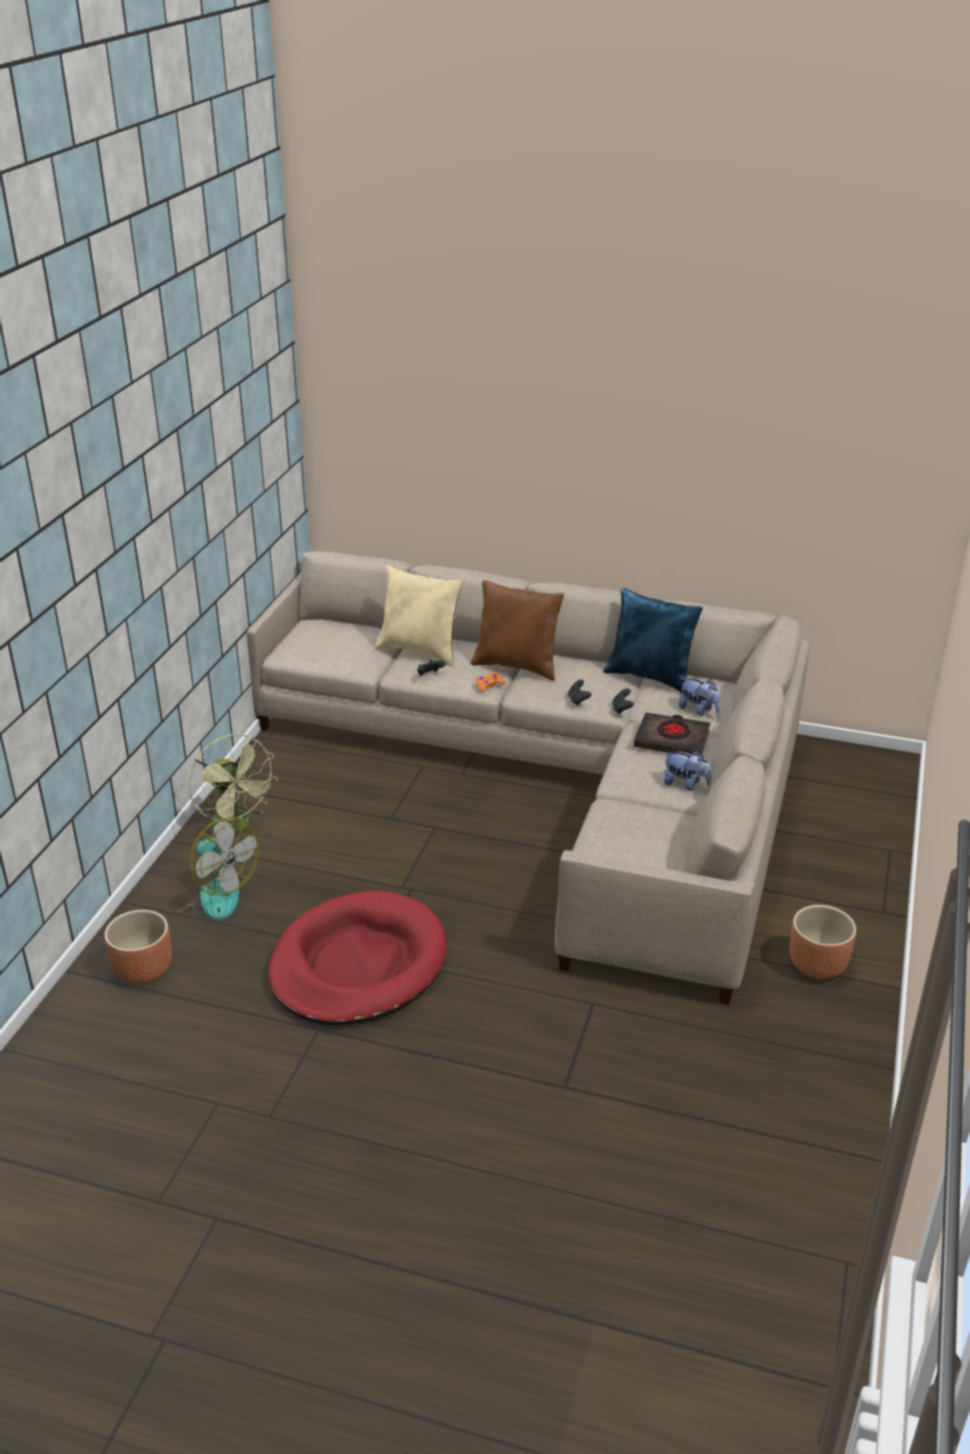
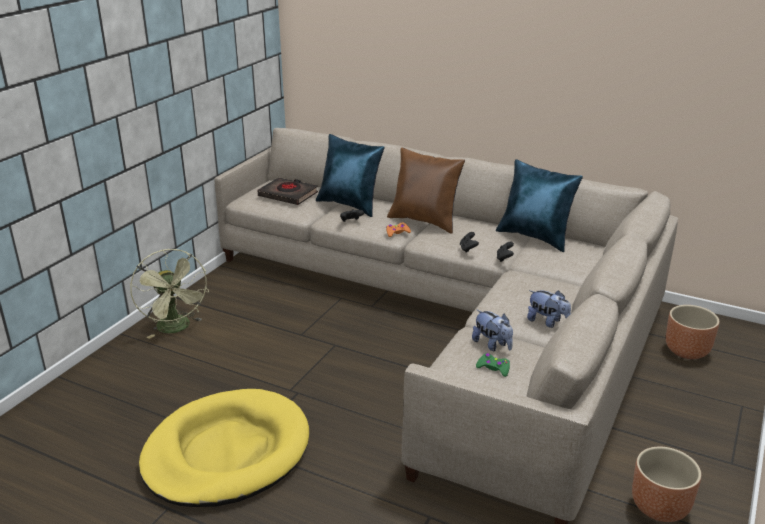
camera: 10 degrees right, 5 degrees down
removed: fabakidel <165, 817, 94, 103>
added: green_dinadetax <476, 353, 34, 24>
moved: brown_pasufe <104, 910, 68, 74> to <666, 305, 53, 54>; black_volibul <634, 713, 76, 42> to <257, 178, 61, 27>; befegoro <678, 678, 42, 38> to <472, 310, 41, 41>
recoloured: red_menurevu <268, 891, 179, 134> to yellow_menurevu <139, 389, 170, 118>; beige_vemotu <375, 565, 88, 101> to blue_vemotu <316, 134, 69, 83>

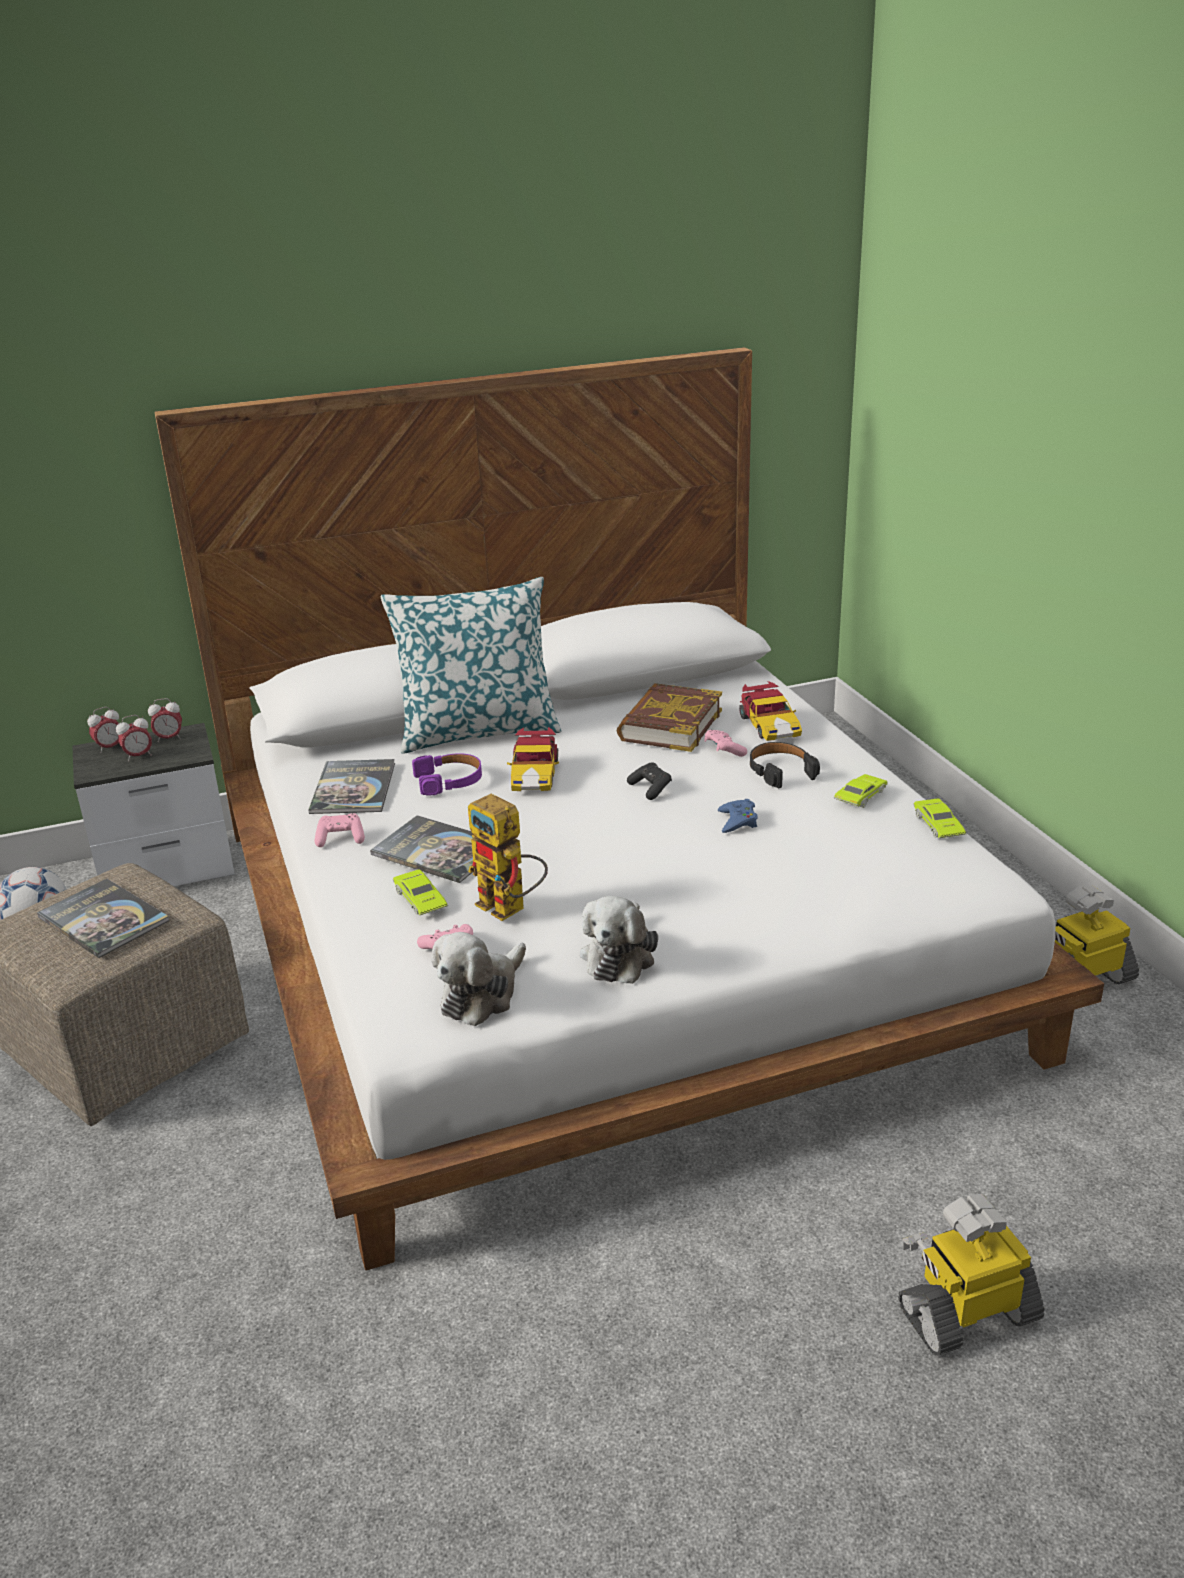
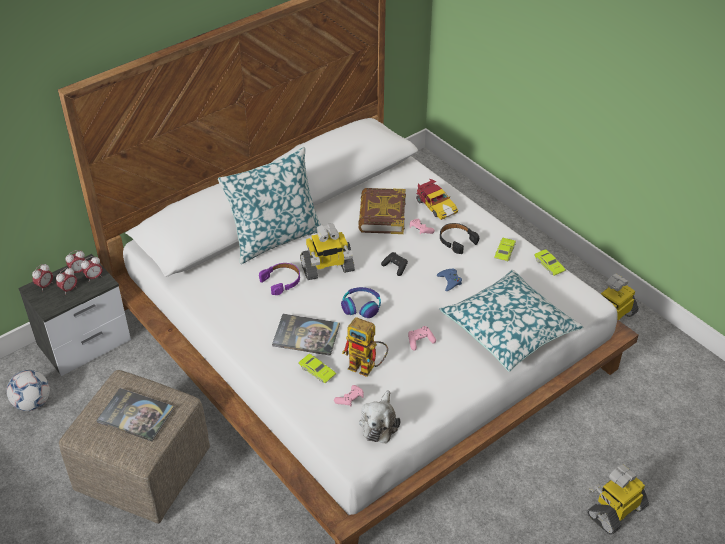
camera: 20 degrees left, 15 degrees up
removed: volibul <308, 759, 87, 55>; befegoro <580, 896, 78, 88>
added: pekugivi <81, 256, 22, 25>; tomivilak <341, 287, 40, 31>; vemotu <439, 270, 145, 102>
moved: pink_dinadetax <315, 813, 50, 34> to <408, 326, 28, 25>
replaced: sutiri <507, 727, 52, 64> to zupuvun <300, 223, 55, 57>

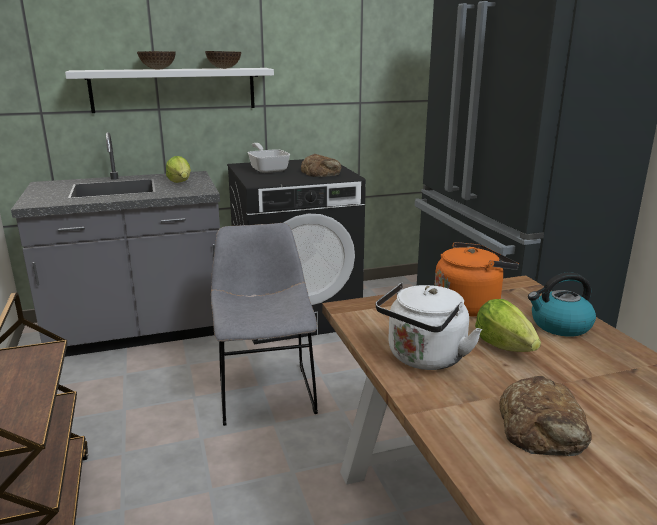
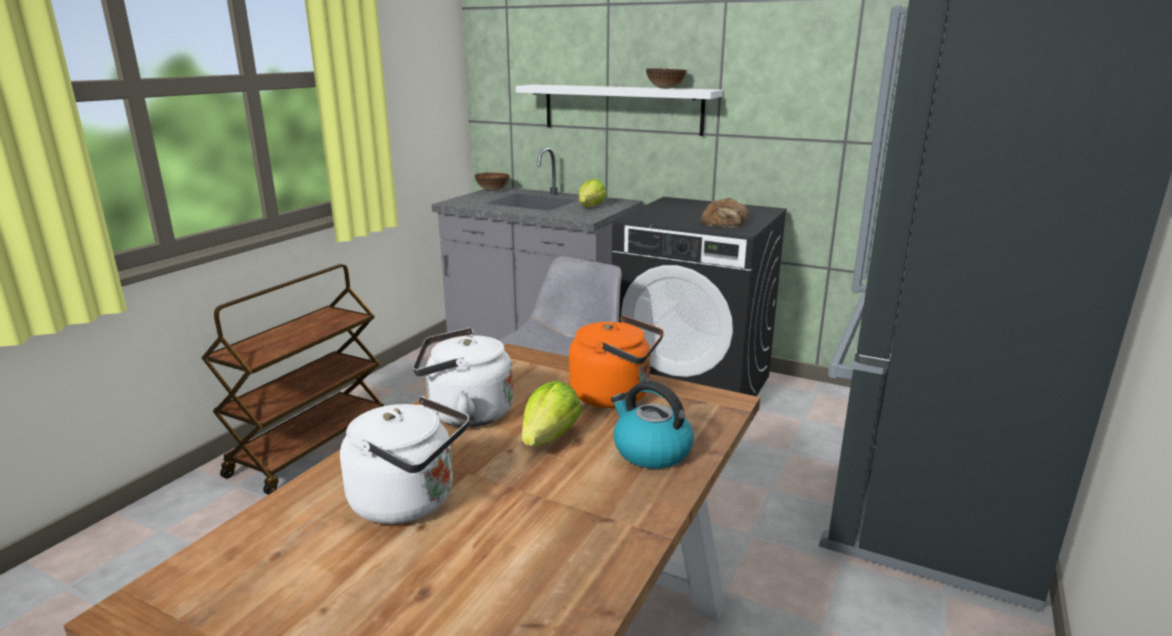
camera: 45 degrees right, 0 degrees up
removed: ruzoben <248, 143, 42, 30>
moved: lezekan <137, 51, 39, 19> to <475, 173, 34, 18>
replaced: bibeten <499, 376, 93, 80> to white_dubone <340, 396, 129, 128>

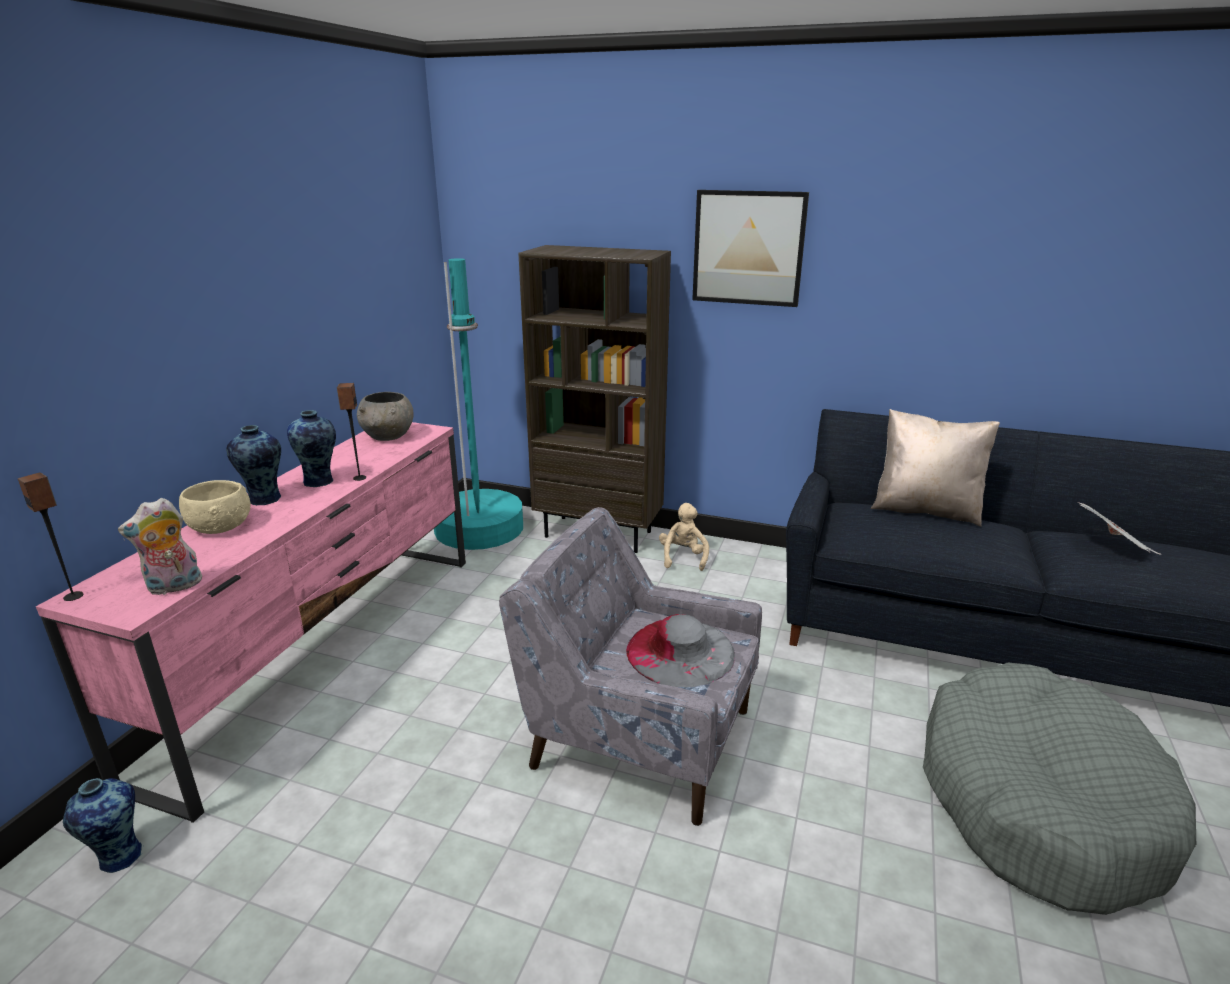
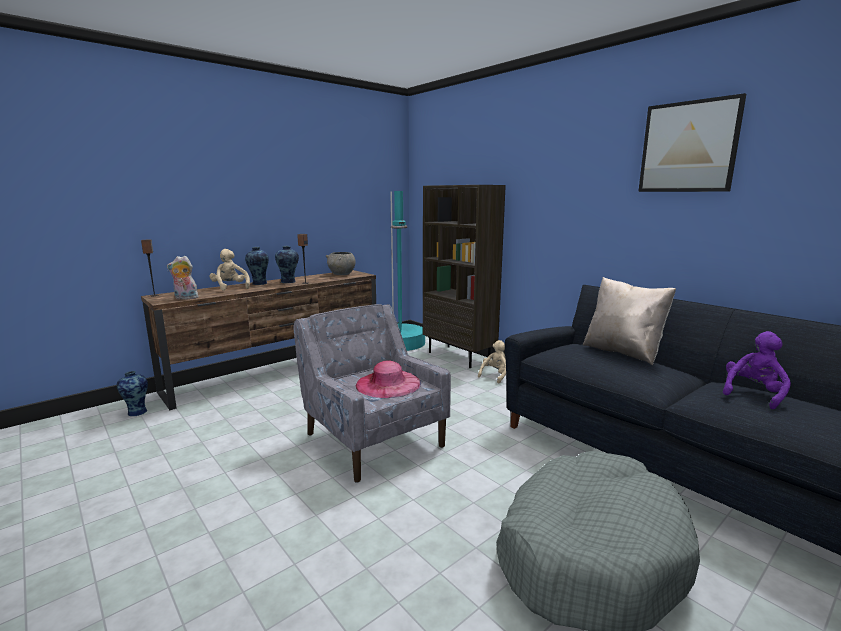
camera: 30 degrees right, 10 degrees down
moved: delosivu <692, 190, 117, 117> to <638, 93, 108, 99>
replaced: beige_lezekan <179, 480, 72, 54> to beige_befegoro <210, 249, 40, 42>; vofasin <1077, 502, 85, 53> to purple_befegoro <723, 331, 68, 78>
recoloured: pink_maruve <36, 422, 430, 401> to brown_maruve <141, 270, 235, 141>; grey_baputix <626, 614, 109, 73> to pink_baputix <356, 360, 65, 38>

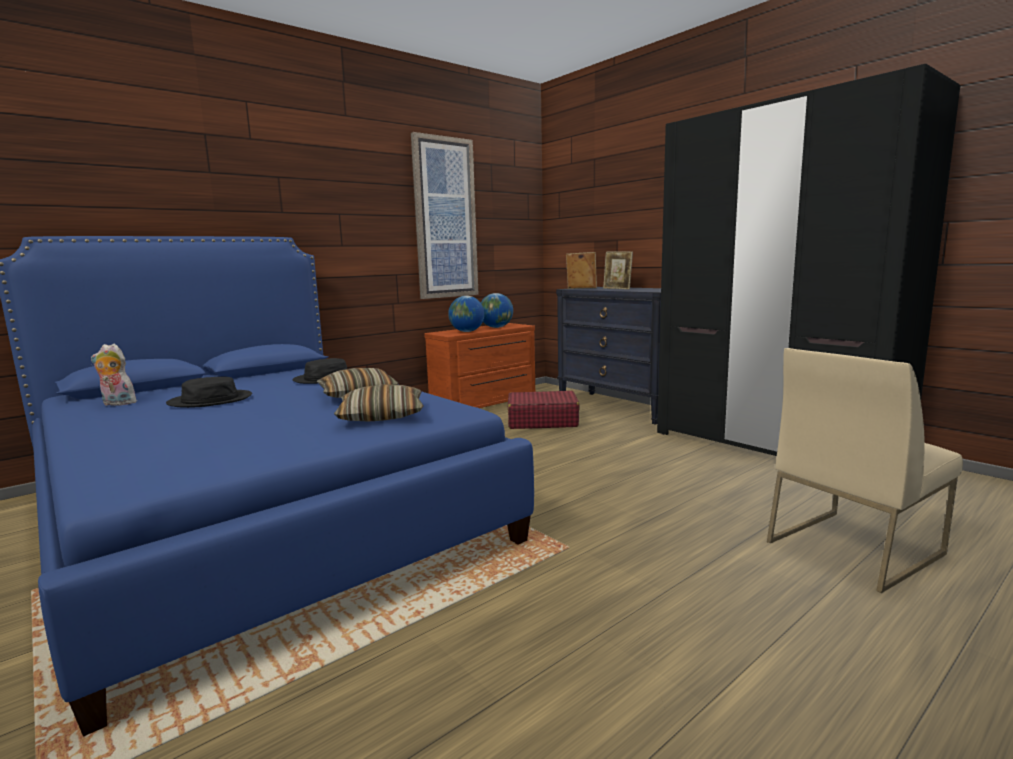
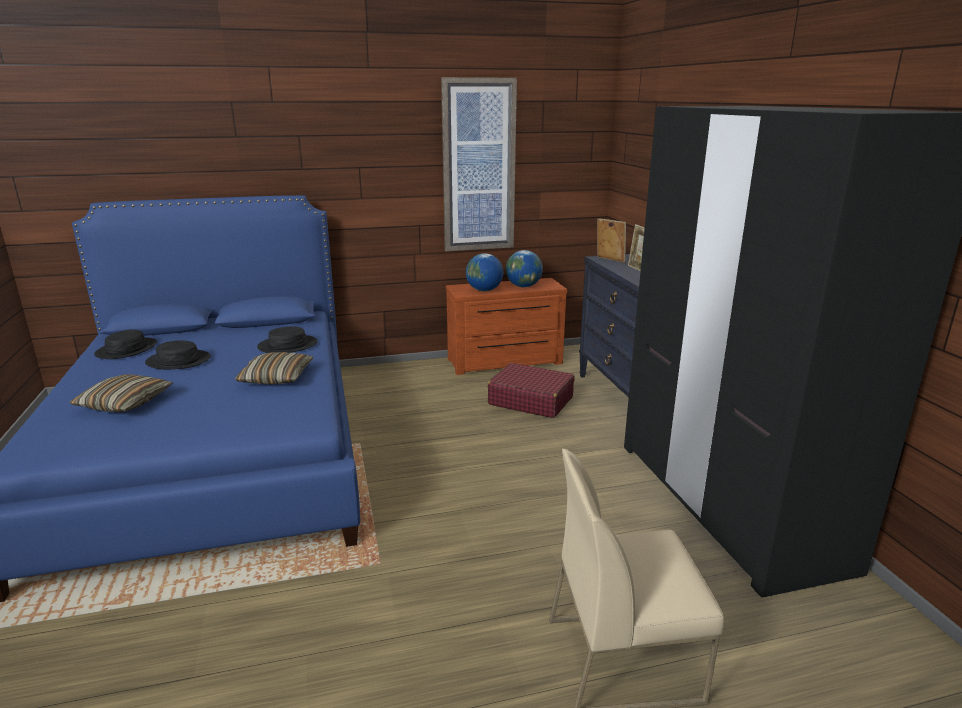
camera: 25 degrees right, 10 degrees up
moved: vemotu <334, 384, 90, 37> to <69, 374, 104, 38>
replaced: befegoro <91, 344, 46, 62> to black_baputix <94, 330, 63, 29>

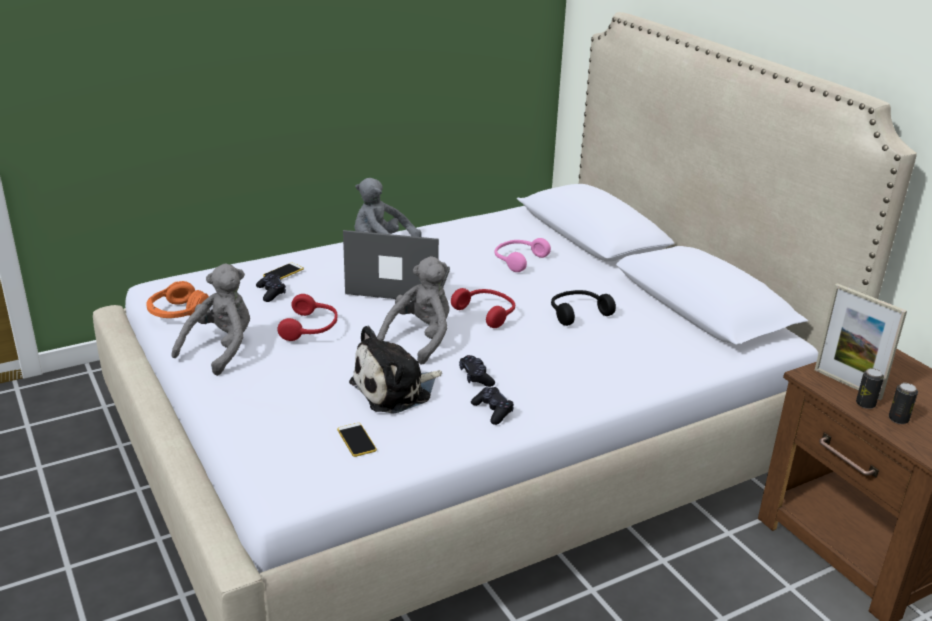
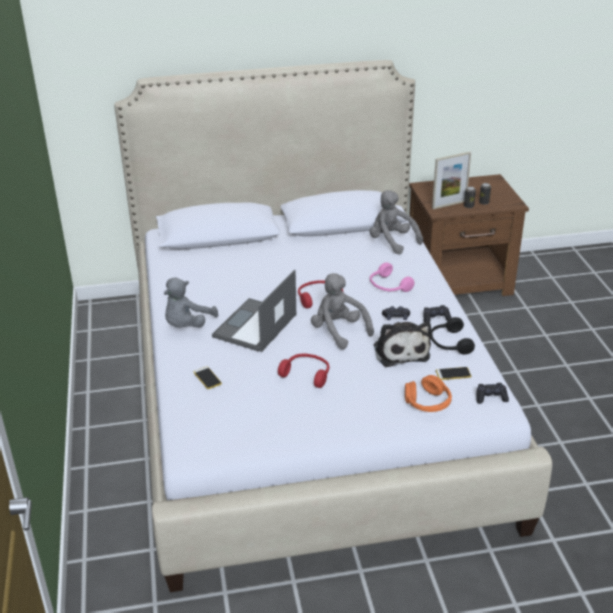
camera: 70 degrees left, 5 degrees up
moved: orange_tomivilak <146, 281, 63, 37> to <405, 375, 47, 37>; grey_befegoro <171, 263, 79, 113> to <369, 190, 54, 65>; black_dinadetax <256, 274, 30, 28> to <476, 383, 33, 21>; pink_tomivilak <495, 238, 56, 34> to <370, 262, 45, 30>; black_tomivilak <551, 290, 65, 36> to <430, 317, 45, 38>

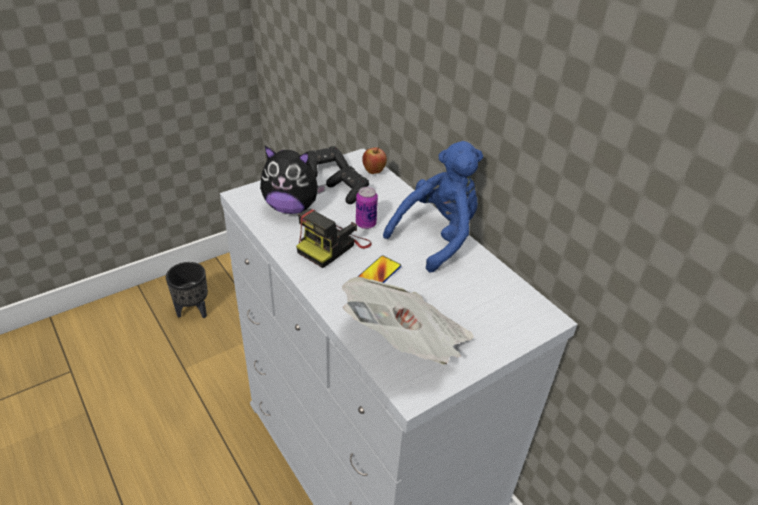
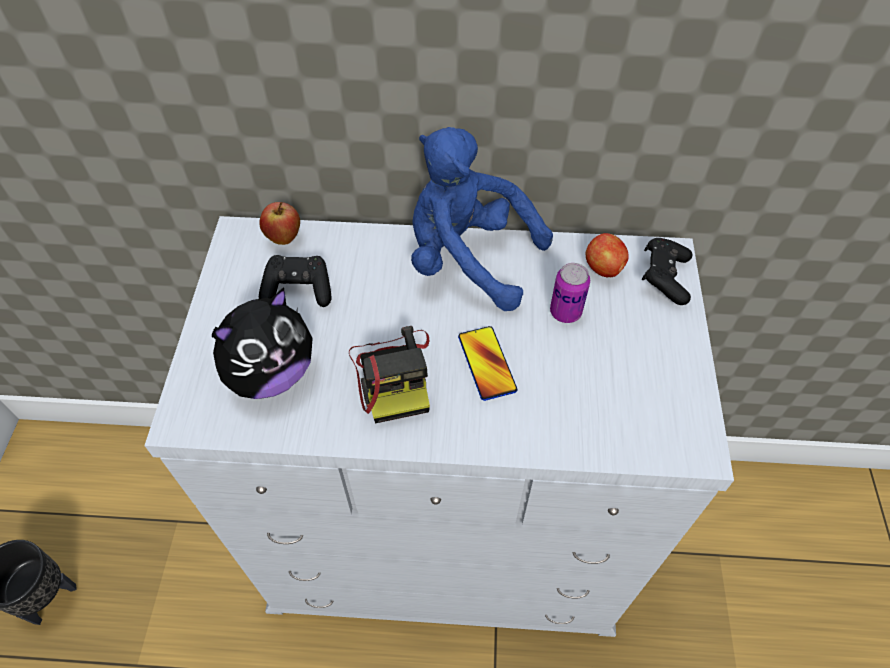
camera: 50 degrees left, 15 degrees up
removed: vofasin <342, 277, 132, 88>
added: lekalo <586, 233, 43, 44>
moved: black_dinadetax <308, 146, 41, 31> to <642, 238, 50, 67>; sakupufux <356, 187, 22, 42> to <550, 263, 40, 60>
turned: blue_befegoro <383, 141, 100, 131> = <411, 127, 142, 184> 60 degrees counterclockwise

